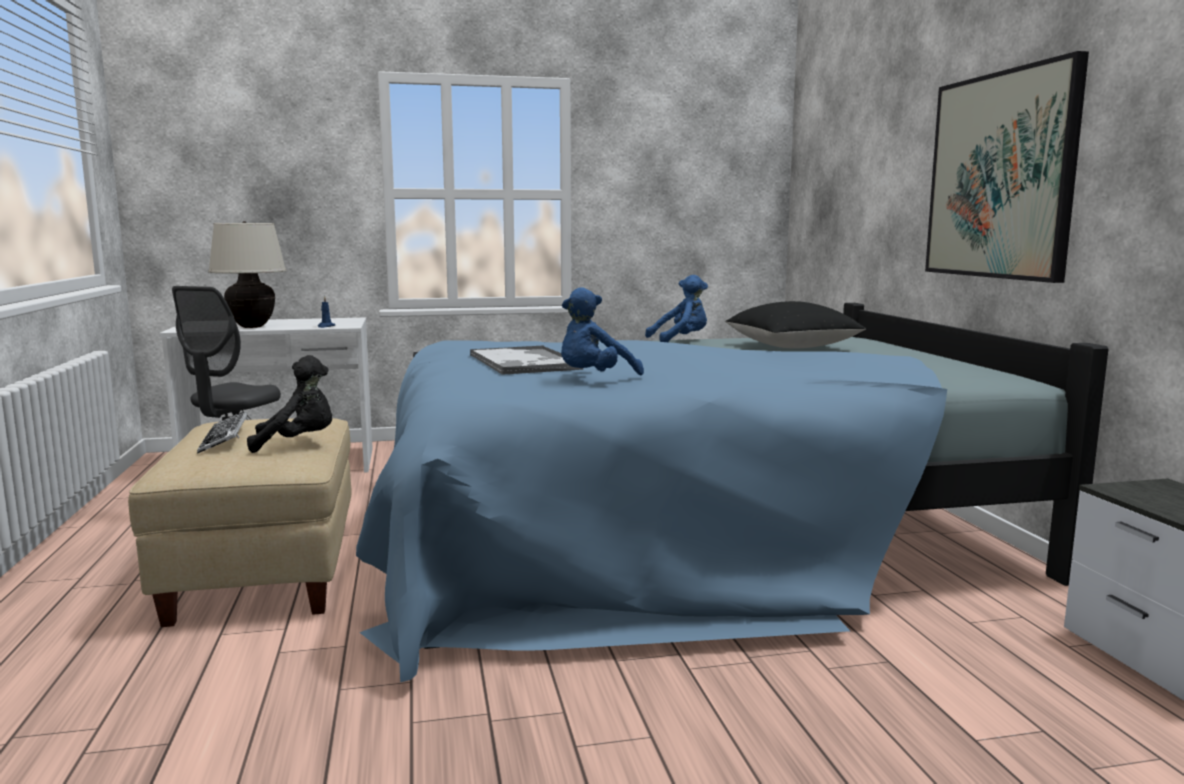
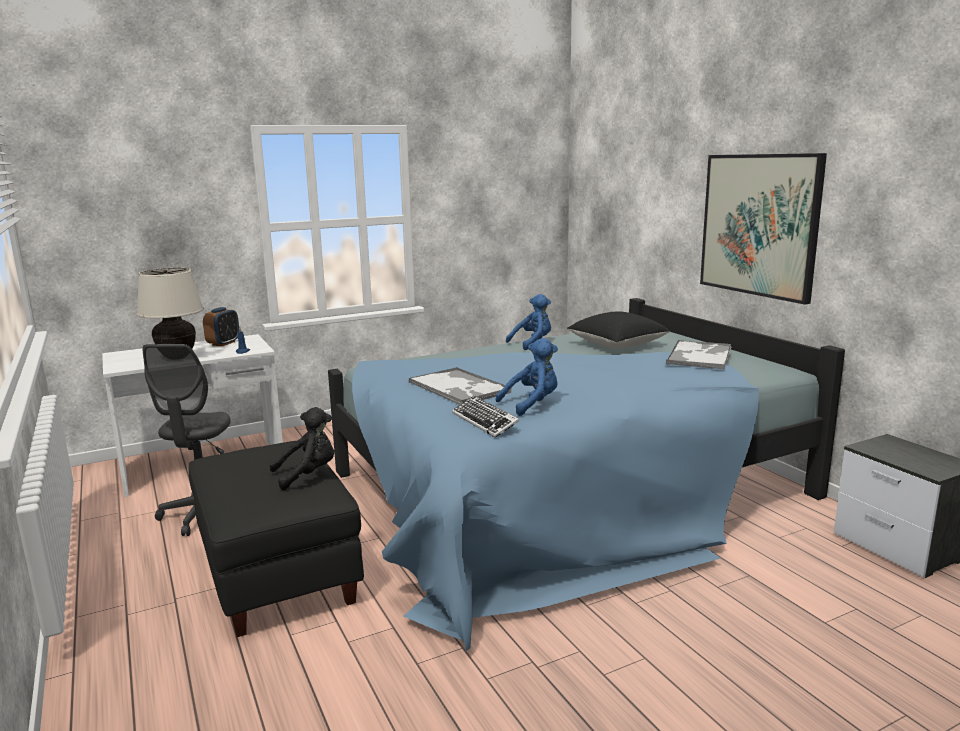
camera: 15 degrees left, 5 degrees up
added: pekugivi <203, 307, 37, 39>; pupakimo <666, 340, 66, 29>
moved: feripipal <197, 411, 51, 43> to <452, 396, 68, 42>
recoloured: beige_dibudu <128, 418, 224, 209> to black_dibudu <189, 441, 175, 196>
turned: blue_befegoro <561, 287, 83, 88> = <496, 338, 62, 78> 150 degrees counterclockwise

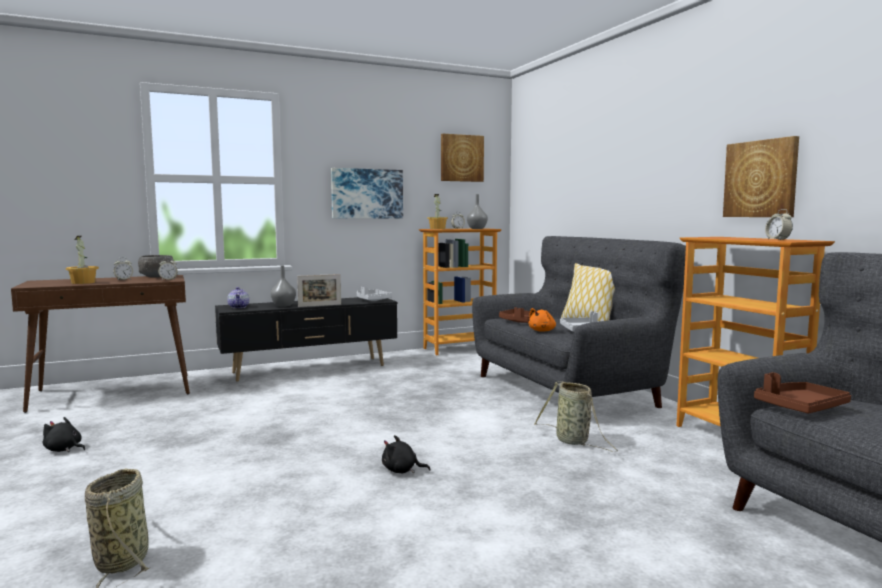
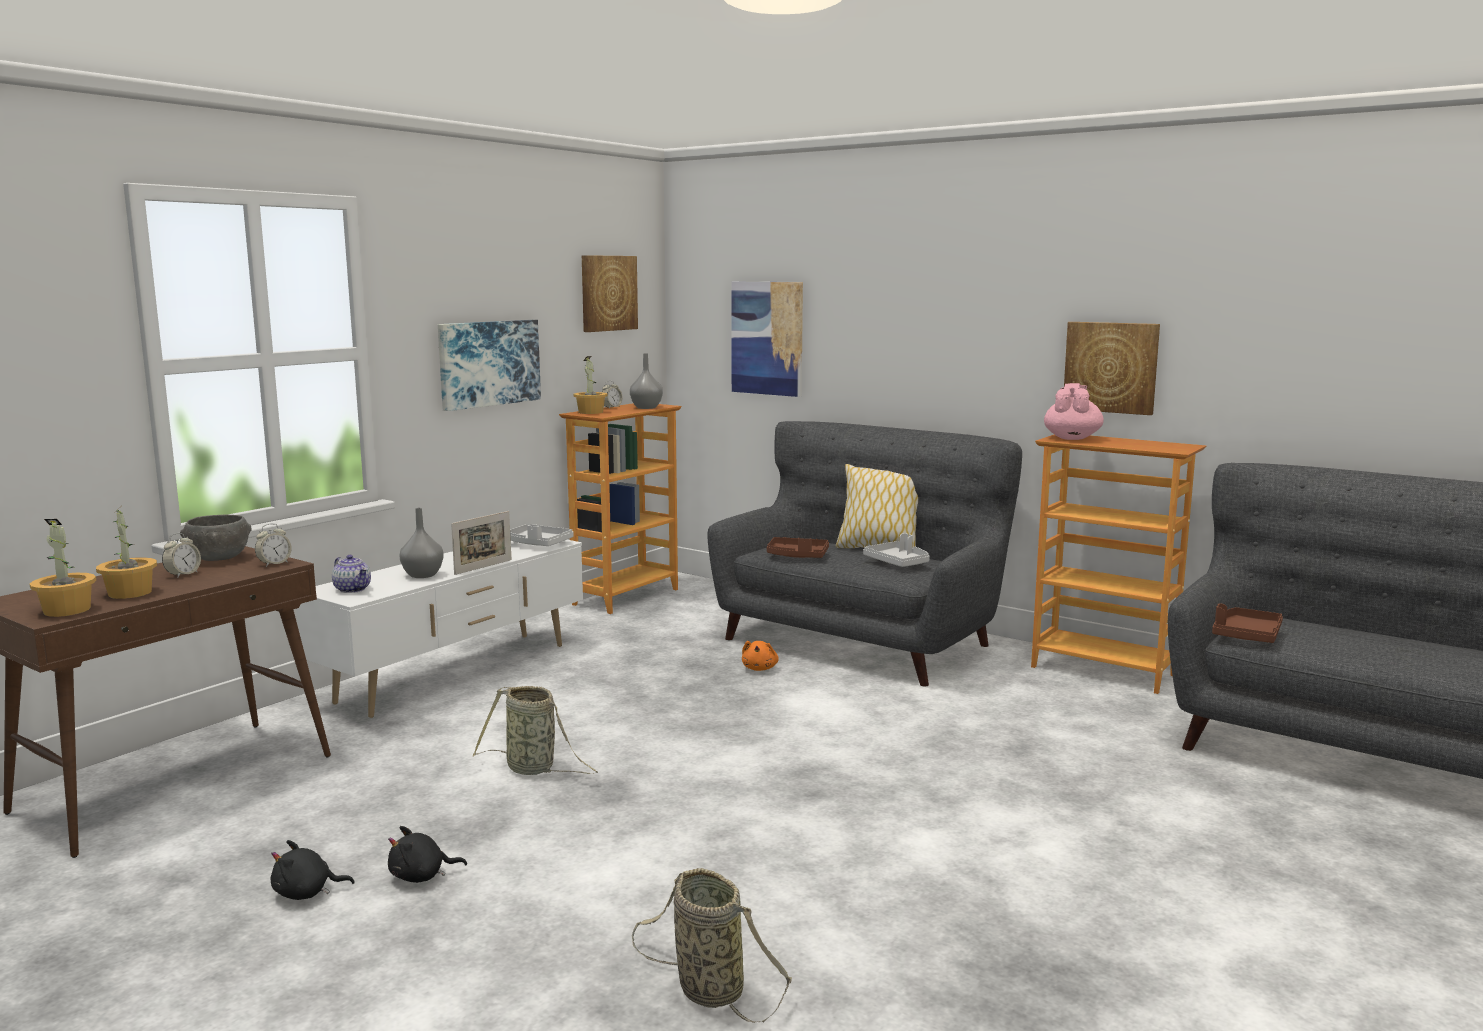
camera: 30 degrees left, 5 degrees up
removed: pekugivi <765, 209, 28, 31>
added: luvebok <30, 519, 66, 98>; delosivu <731, 282, 72, 115>; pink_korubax <1044, 383, 60, 57>
moved: black_befegoro <382, 435, 49, 38> to <388, 826, 79, 57>; orange_befegoro <528, 308, 28, 24> to <742, 641, 37, 30>; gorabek <534, 381, 84, 71> to <473, 686, 125, 89>
recoloured: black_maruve <215, 297, 182, 85> to white_maruve <296, 540, 287, 178>

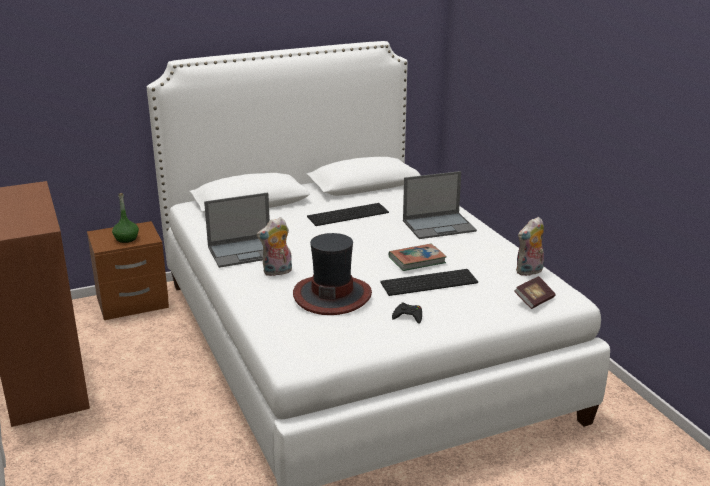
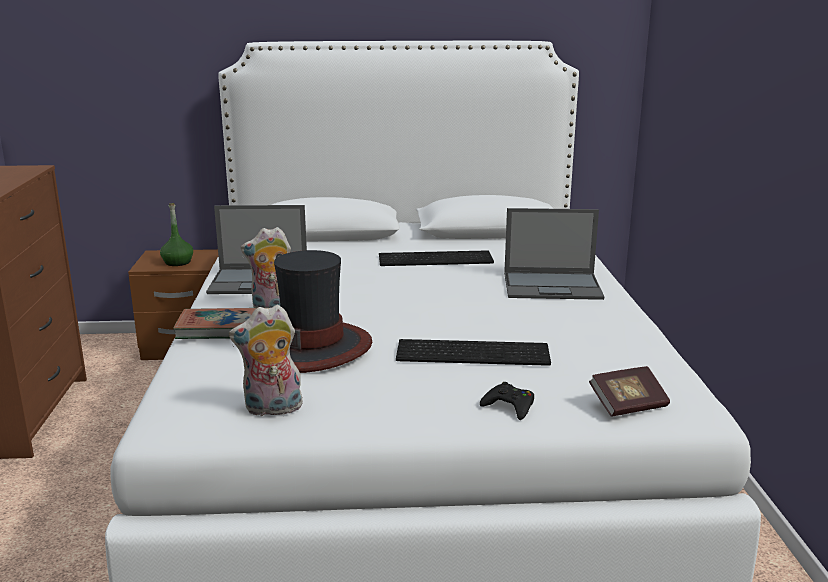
camera: 20 degrees right, 5 degrees down
moved: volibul <389, 244, 58, 27> to <173, 308, 83, 31>; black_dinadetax <392, 303, 30, 21> to <480, 382, 54, 38>; befegoro <516, 217, 28, 59> to <229, 305, 74, 111>

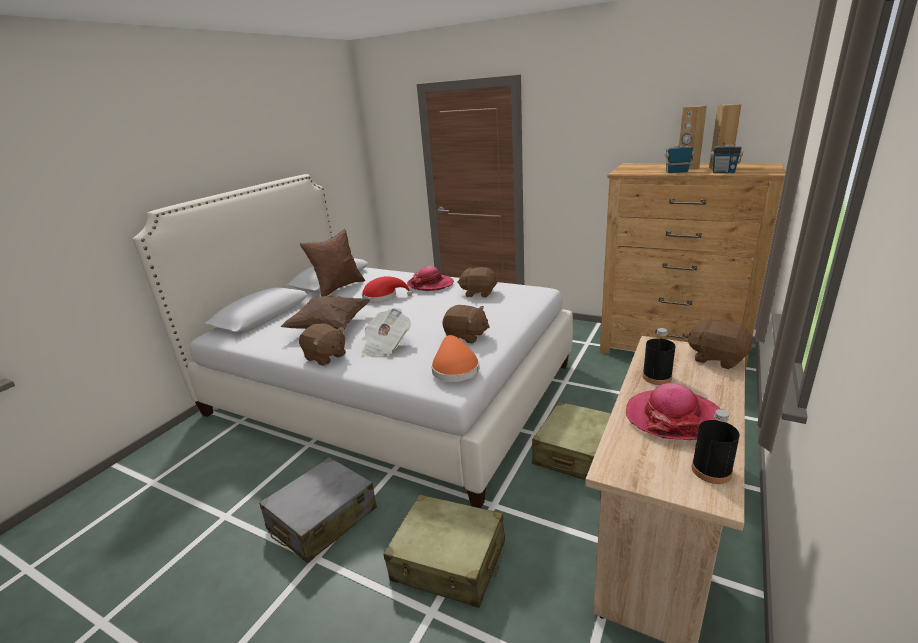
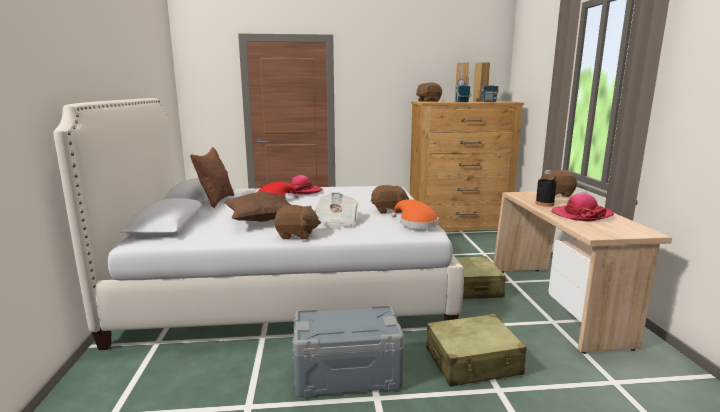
camera: 35 degrees left, 10 degrees down
removed: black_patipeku <691, 409, 49, 75>
moved: brown_befegoro <457, 267, 40, 30> to <416, 82, 26, 20>
replaced: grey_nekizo <259, 457, 118, 106> to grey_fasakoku <292, 305, 112, 93>

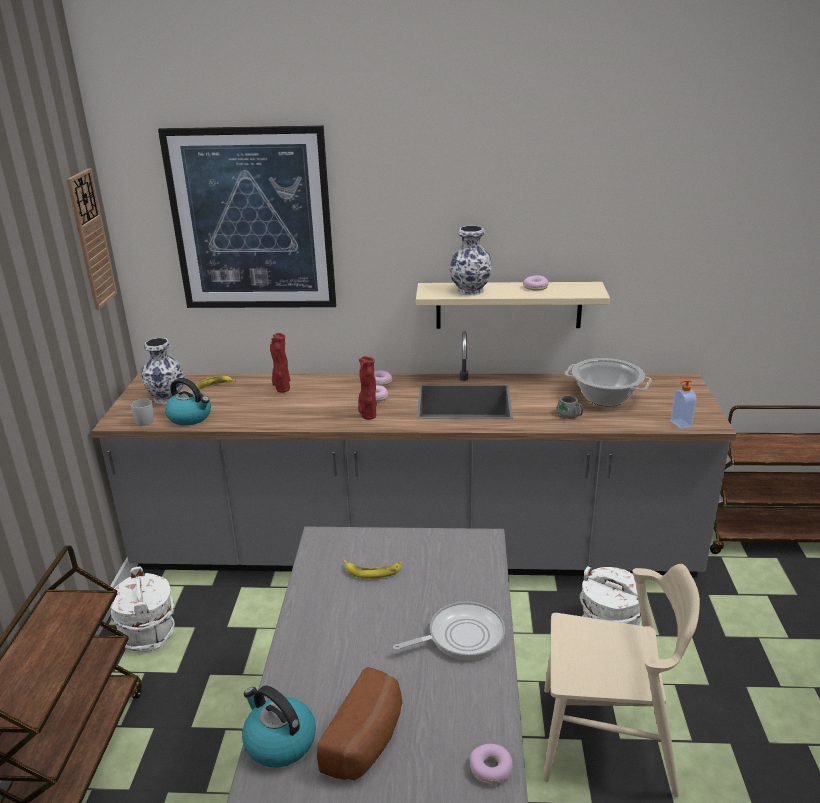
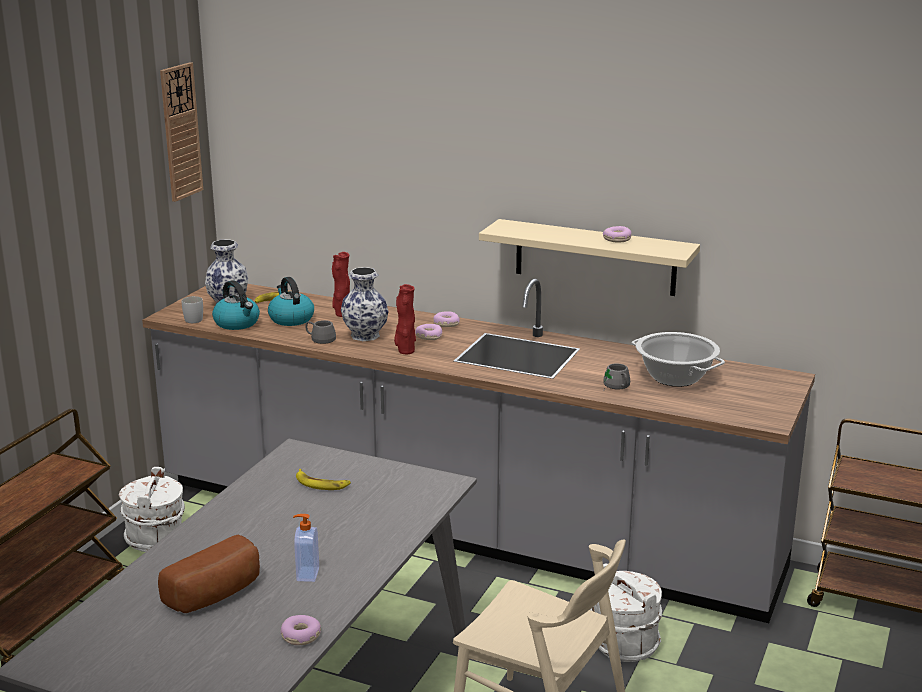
camera: 20 degrees right, 5 degrees down
removed: delosivu <158, 125, 178, 183>; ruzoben <393, 602, 112, 58>
added: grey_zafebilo <305, 320, 31, 24>
moved: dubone <242, 686, 74, 81> to <268, 277, 46, 49>; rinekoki <450, 226, 42, 69> to <341, 267, 48, 74>; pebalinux <670, 379, 27, 50> to <293, 514, 26, 68>

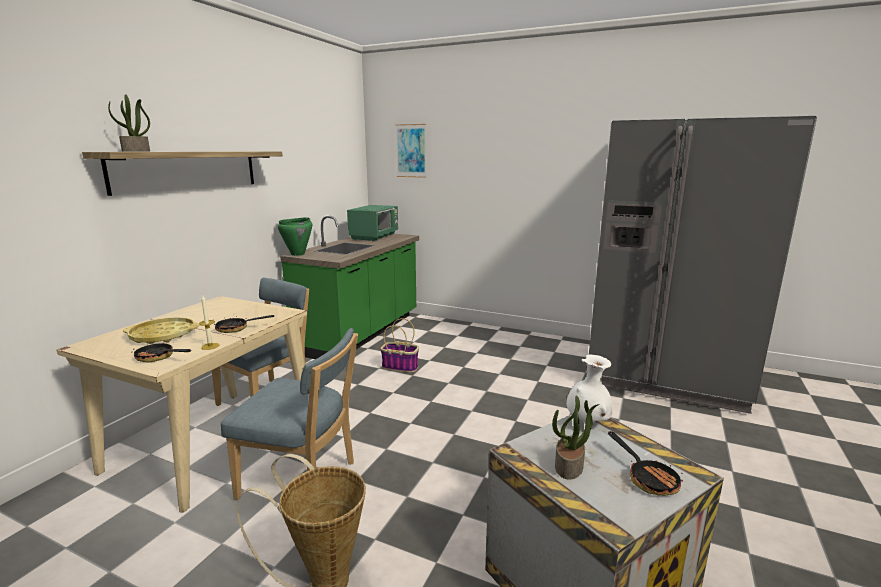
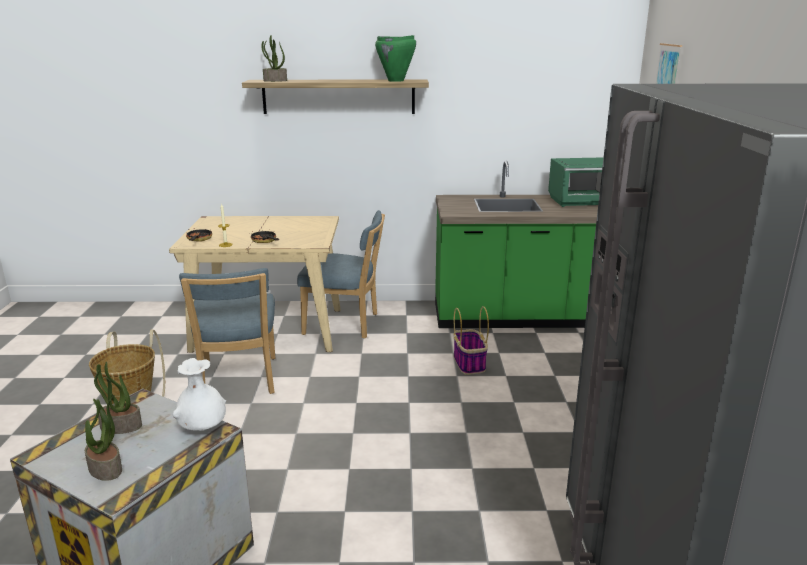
camera: 65 degrees right, 5 degrees up
removed: yellow_pupakimo <123, 317, 76, 27>
moved: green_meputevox <278, 217, 34, 39> to <375, 35, 41, 47>
replaced: ruzoben <608, 431, 75, 65> to luvebok <85, 395, 37, 86>

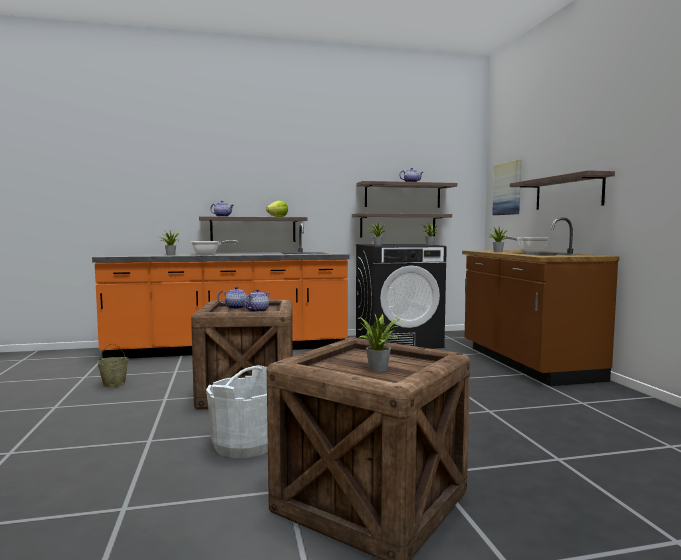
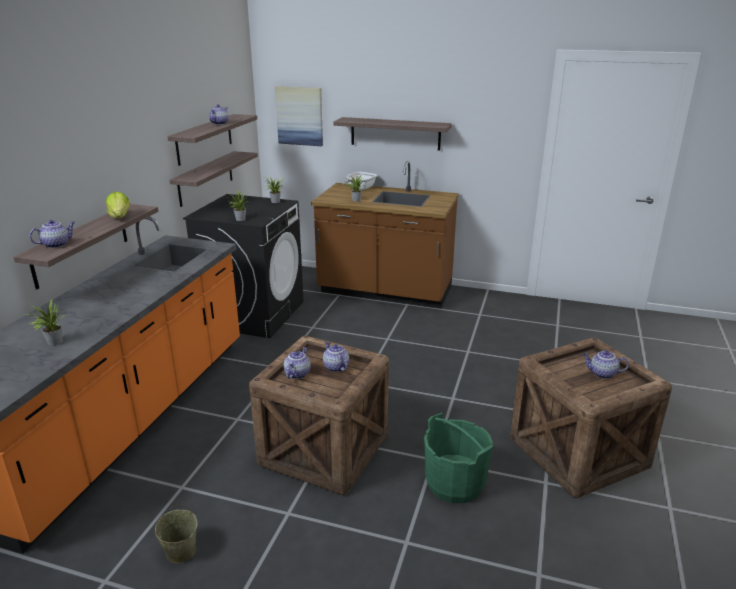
camera: 60 degrees left, 20 degrees up
removed: ruzoben <191, 240, 47, 15>
replaced: luvebok <360, 313, 44, 59> to korubax <583, 351, 46, 28>
recoloured: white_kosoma <206, 365, 62, 93> to green_kosoma <424, 413, 69, 90>

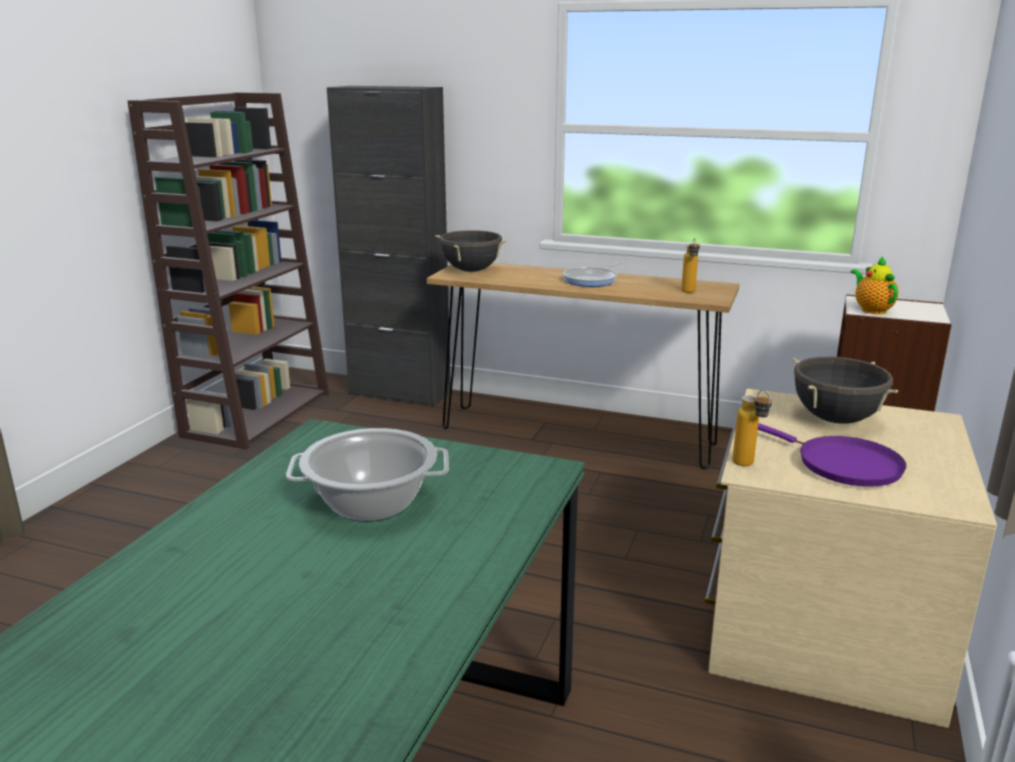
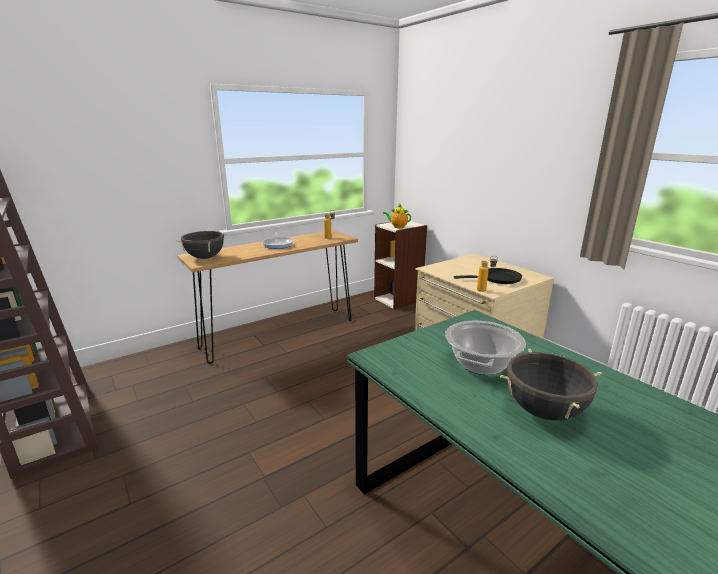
camera: 55 degrees left, 0 degrees up
removed: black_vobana <327, 86, 124, 321>
moved: black_meputevox <793, 357, 105, 67> to <500, 348, 102, 73>
recoloured: purple_ruzoben <758, 423, 148, 64> to black_ruzoben <454, 268, 68, 16>

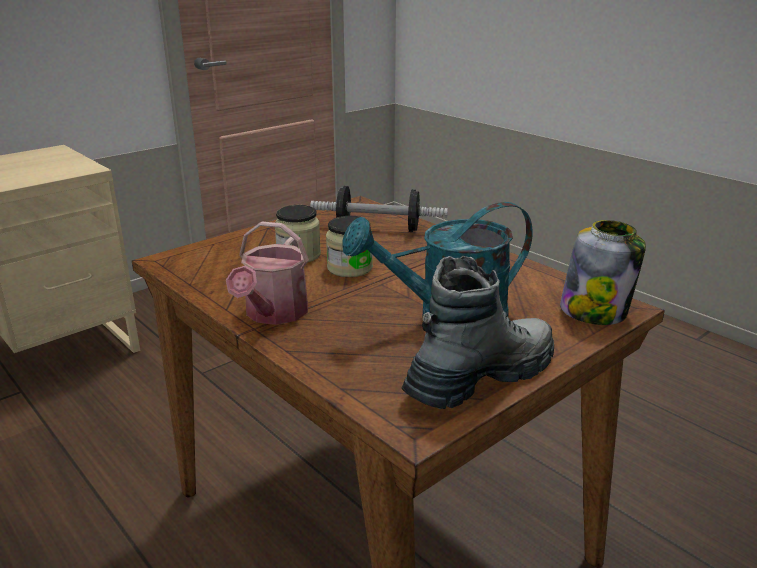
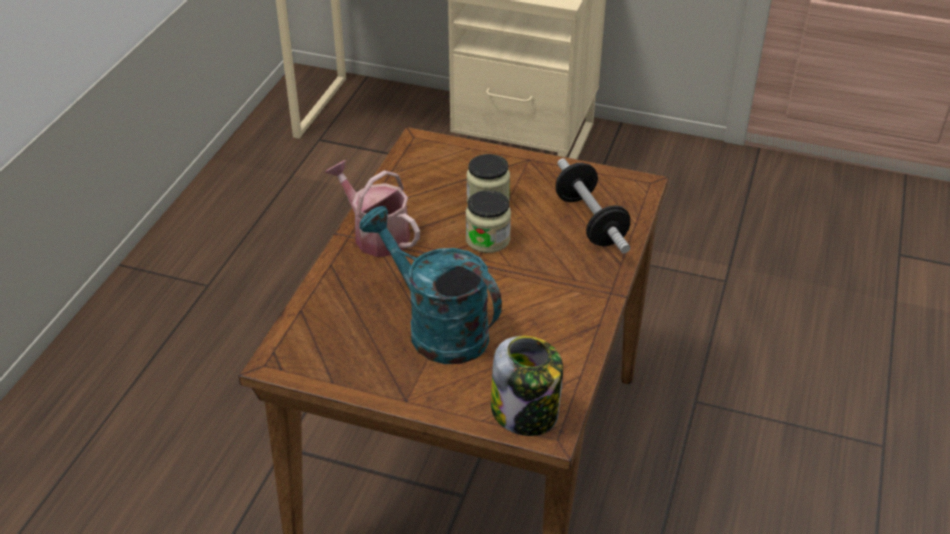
camera: 60 degrees right, 15 degrees up
removed: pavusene <402, 256, 152, 153>
turned: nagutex <226, 221, 83, 104> = <325, 160, 95, 97> 60 degrees clockwise

